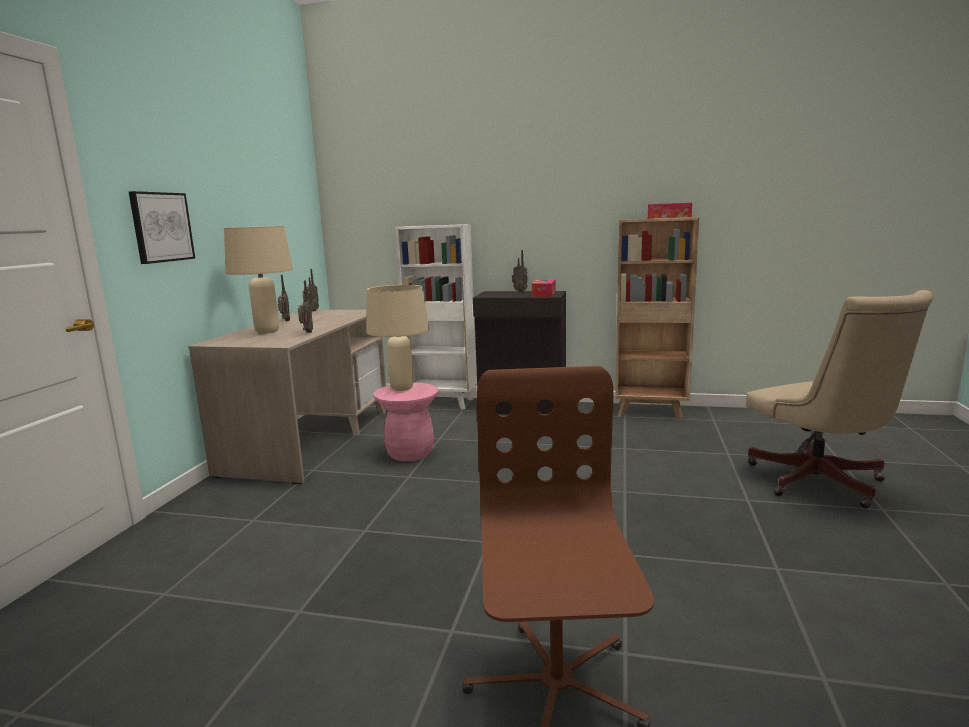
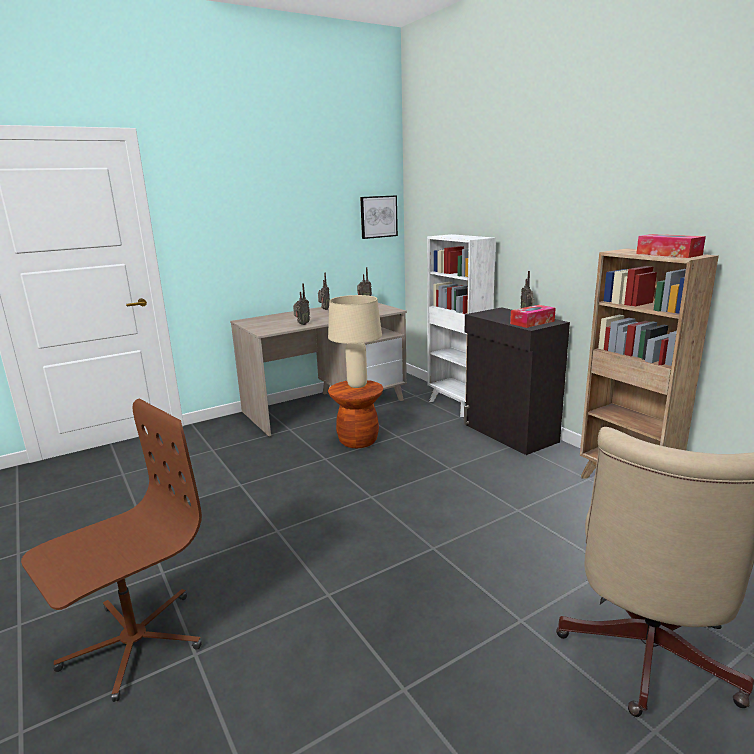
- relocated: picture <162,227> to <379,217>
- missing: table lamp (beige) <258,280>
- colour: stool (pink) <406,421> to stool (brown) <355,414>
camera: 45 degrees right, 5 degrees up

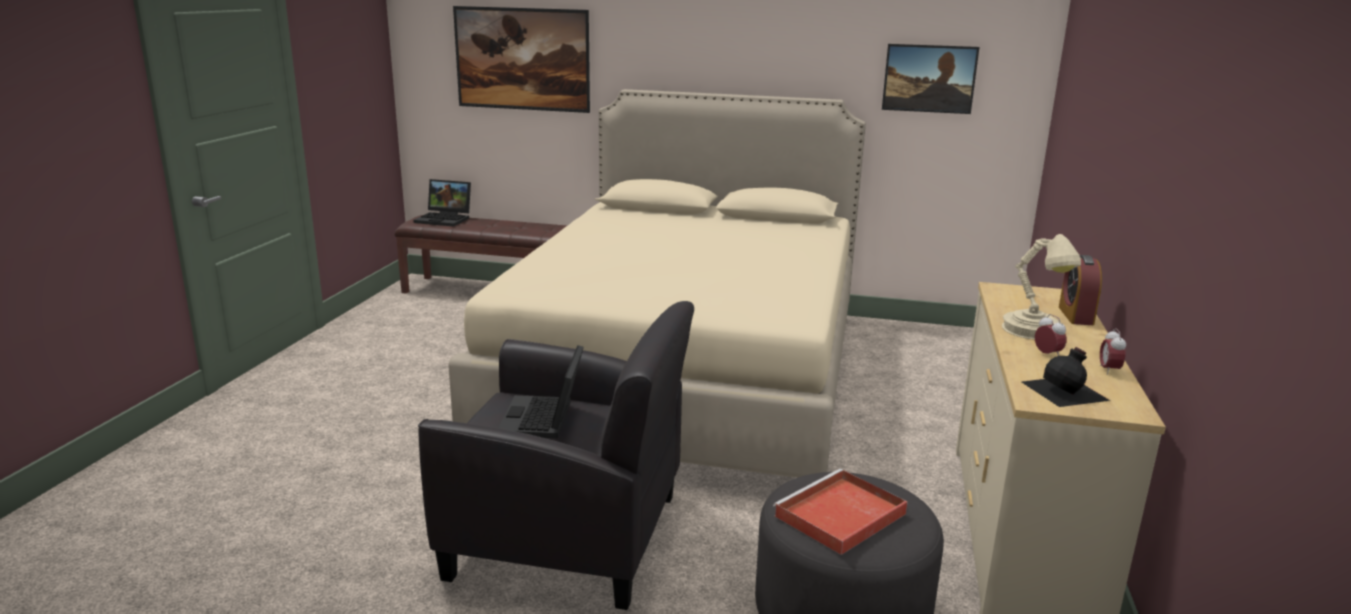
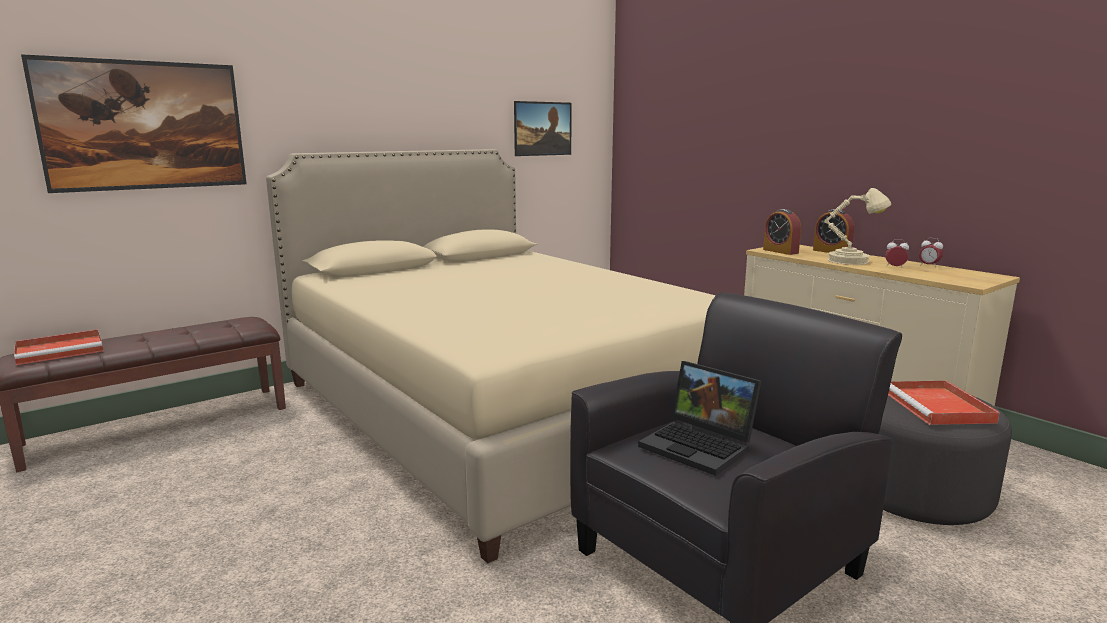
- exchanged: laptop <442,203> to tray (red) <58,347>
- missing: bottle (black) <1066,377>
- appeared: alarm clock <782,232>
camera: 50 degrees left, 5 degrees down

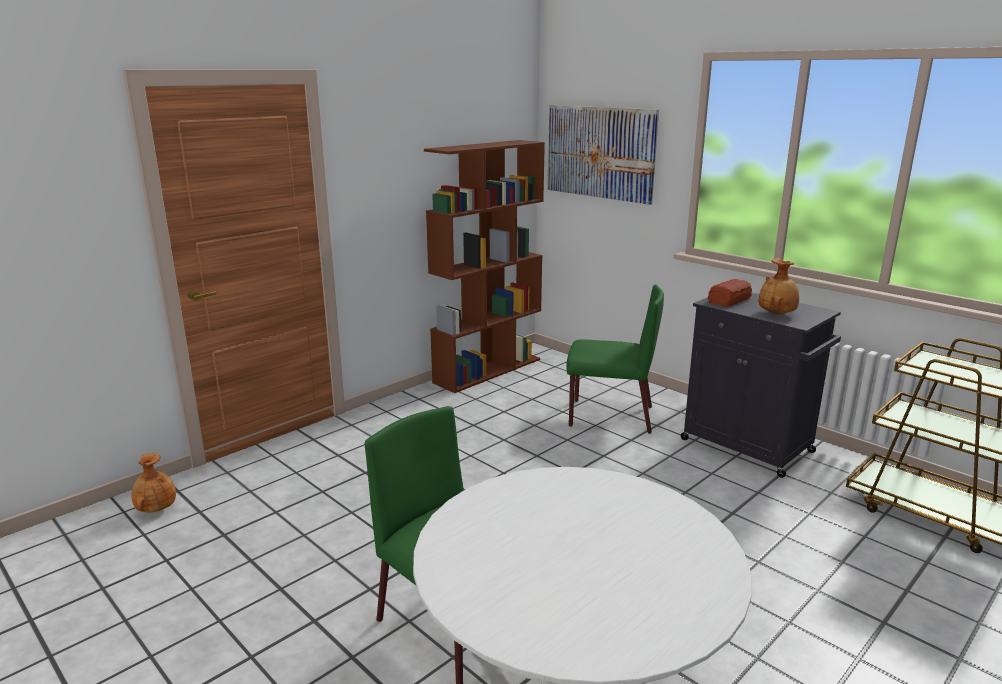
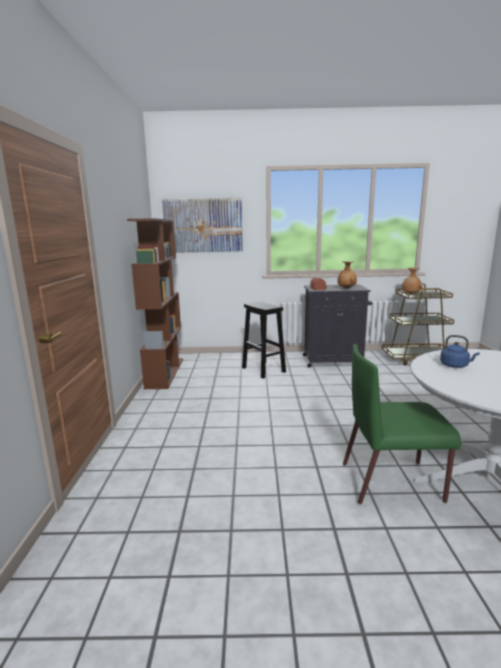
- exchanged: chair (green) <615,359> to stool (black) <264,340>
- relocated: vase (brown) <154,482> to <412,281>
- appeared: kettle (blue) <460,351>
camera: 45 degrees left, 5 degrees down

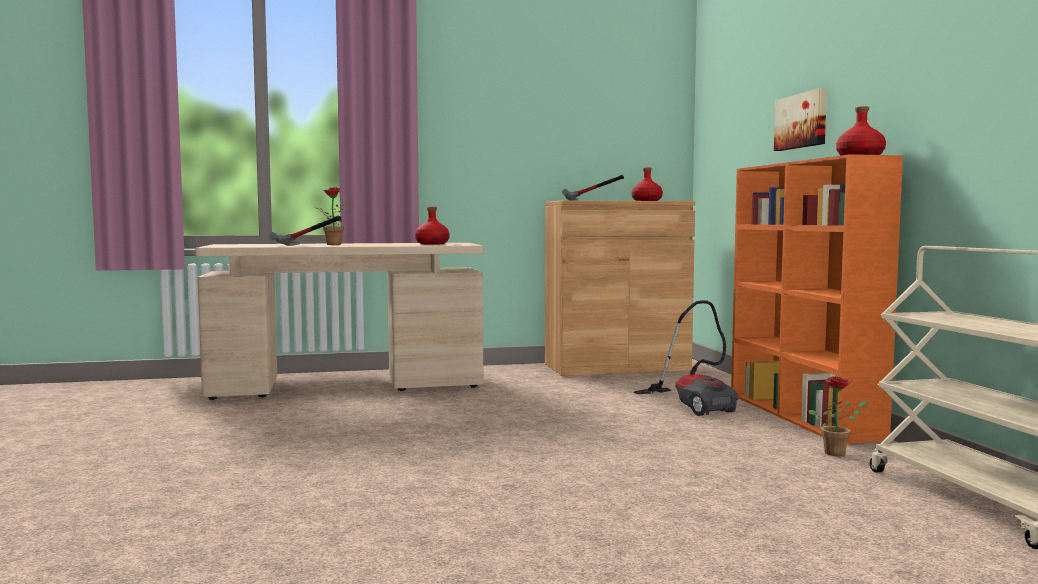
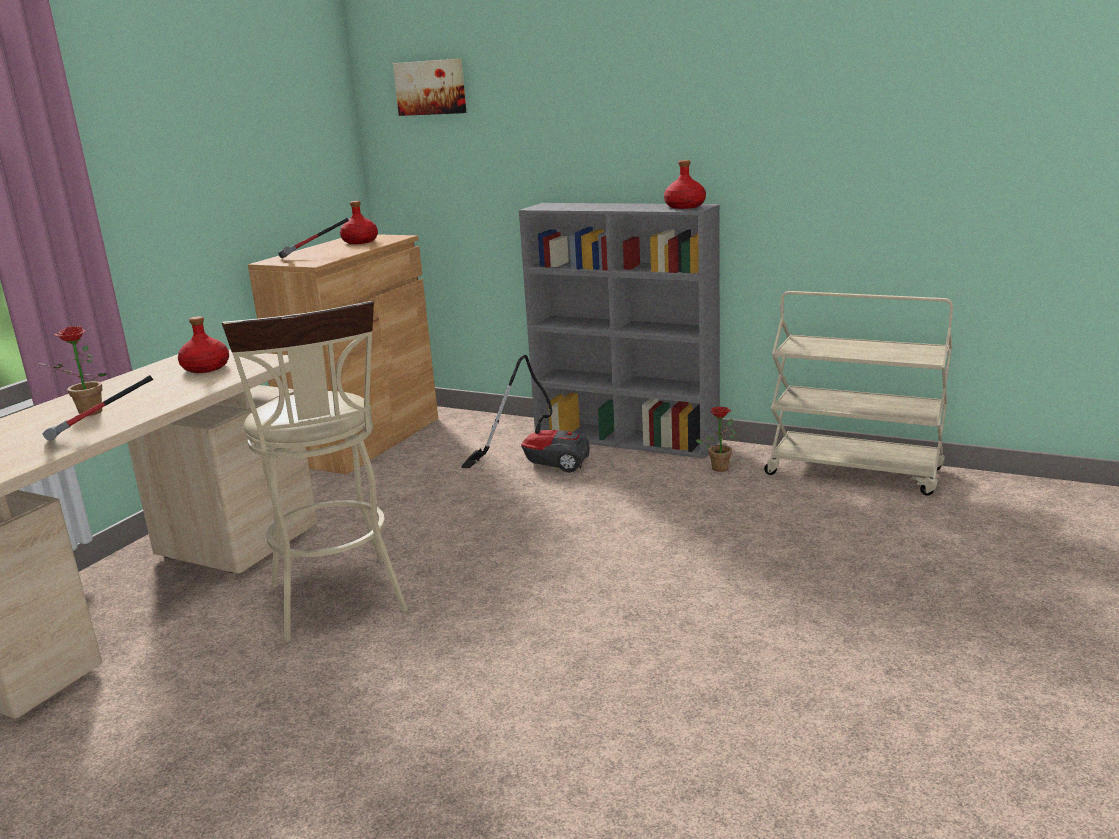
- relocated: picture <800,119> to <429,87>
- colour: bookcase (orange) <817,299> to bookcase (grey) <619,331>
- appeared: stool (beige) <315,471>
camera: 50 degrees left, 15 degrees up

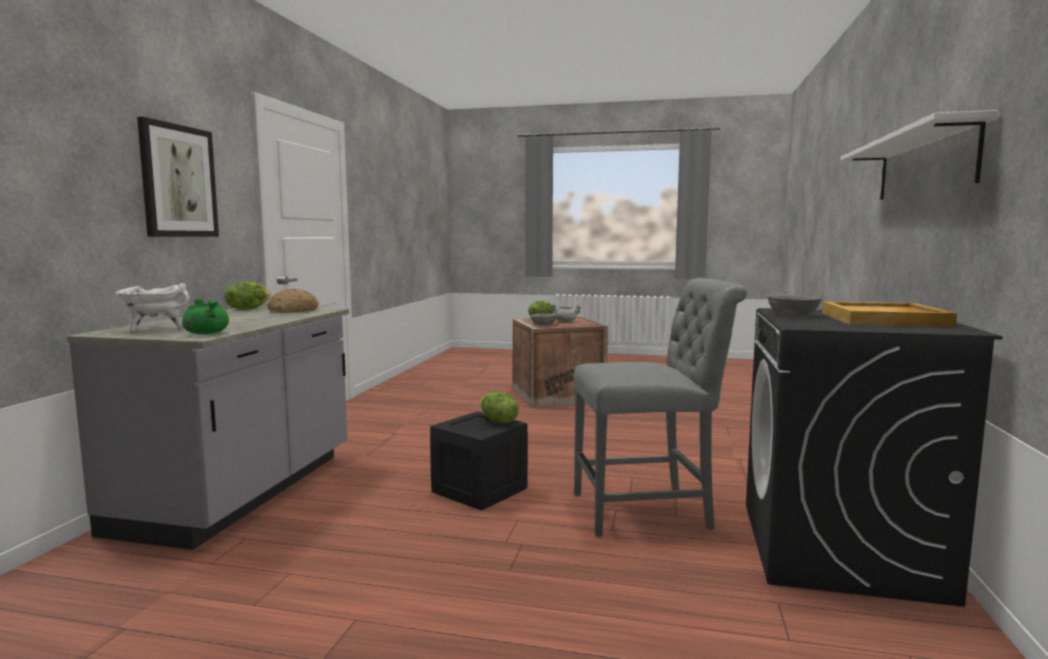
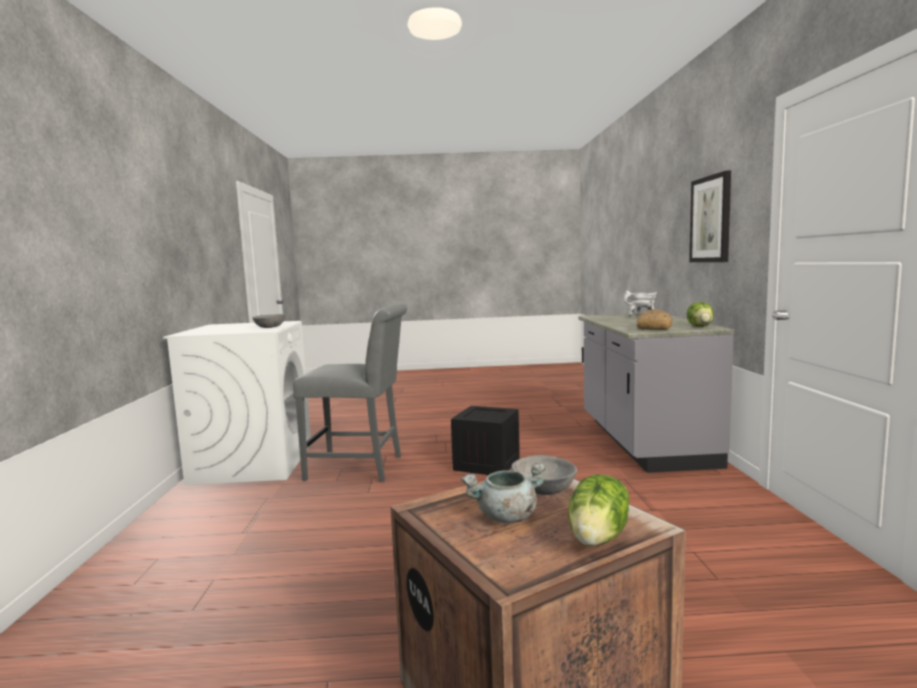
- missing: shelf (white) <919,155>
- spun: chair (grey) <660,407> = <350,393> 150 degrees counterclockwise
- missing: cooking pot (green) <205,316>
- missing: tray (beige) <889,314>
- colour: washing machine (black) <874,457> to washing machine (white) <237,403>
- missing: lettuce <499,407>
camera: 165 degrees right, 0 degrees up

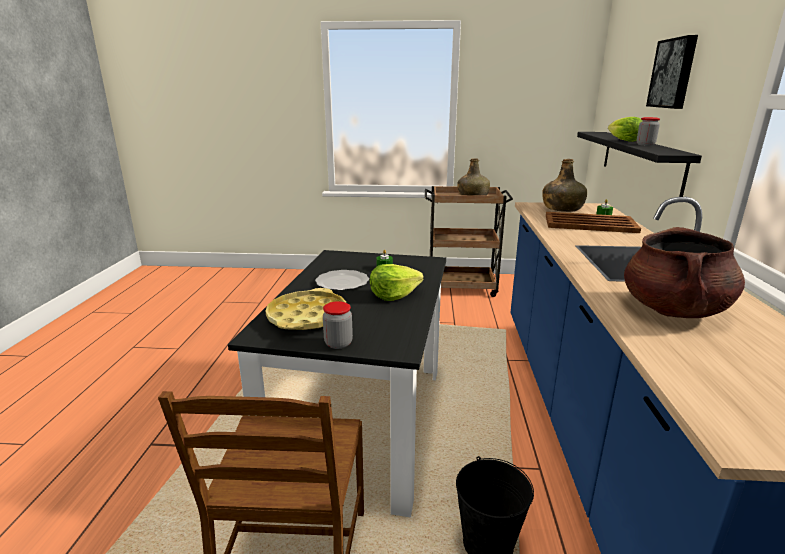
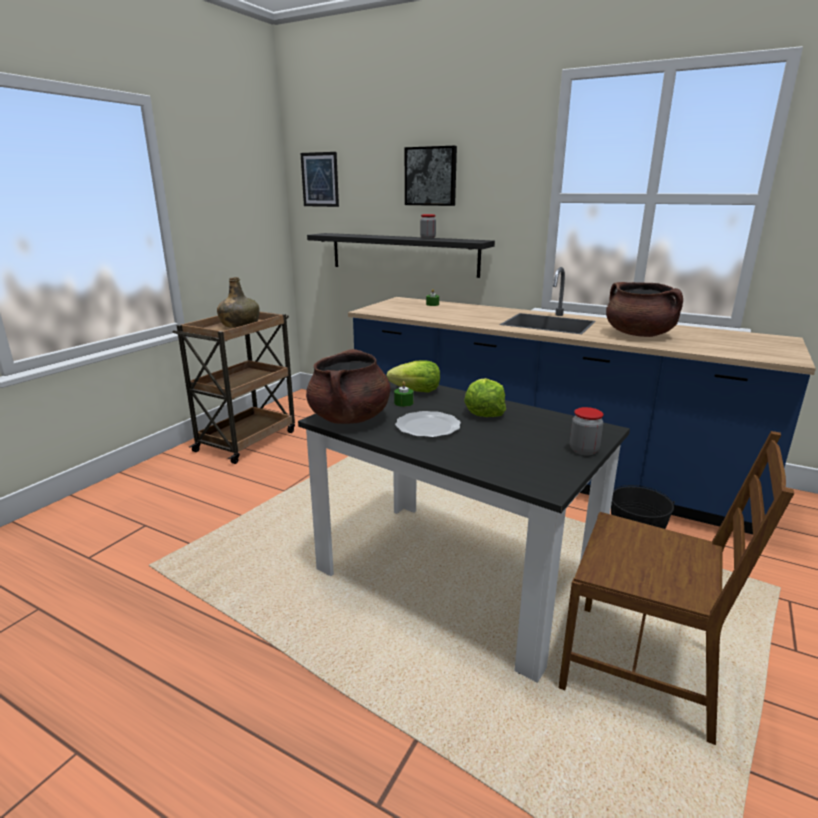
- relocated: lettuce <625,129> to <413,376>
- missing: bottle (green) <564,185>
- missing: tray (brown) <593,222>
- missing: tray (yellow) <305,309>
- appeared: picture <319,179>
- appeared: cooking pot (brown) <348,386>
camera: 65 degrees left, 0 degrees up

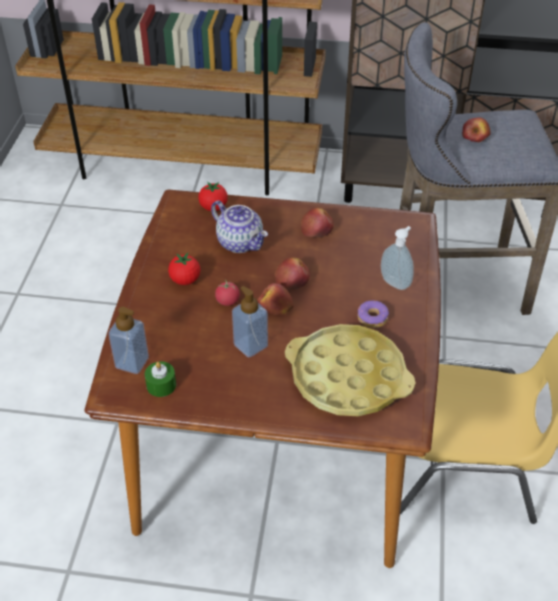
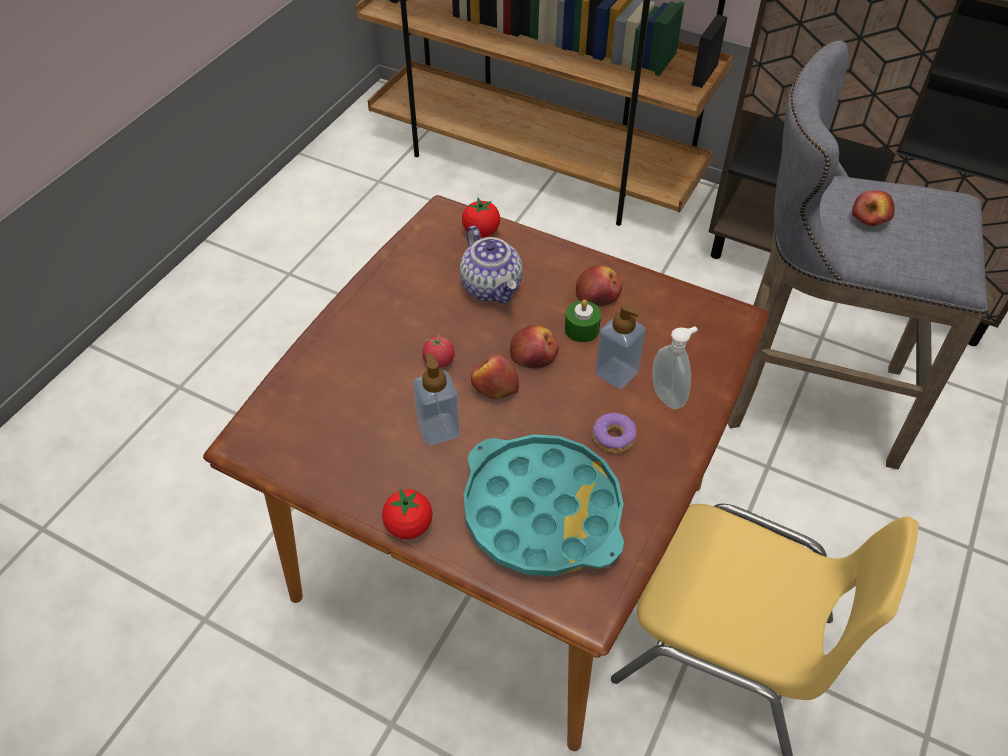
- relocated: tomato <184,269> to <407,514>
- relocated: soap dispenser <128,340> to <620,346>
- colour: tray (yellow) <350,370> to tray (turquoise) <543,505>
- relocated: candle (green) <160,379> to <583,321>
camera: 20 degrees right, 5 degrees up

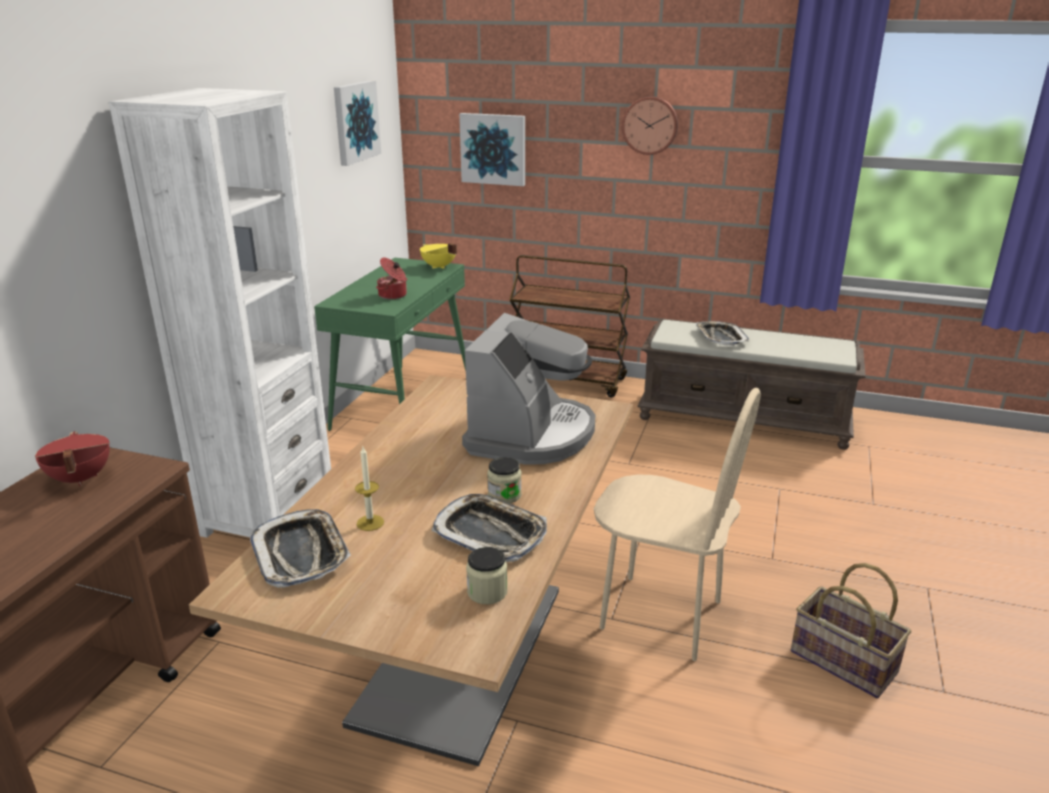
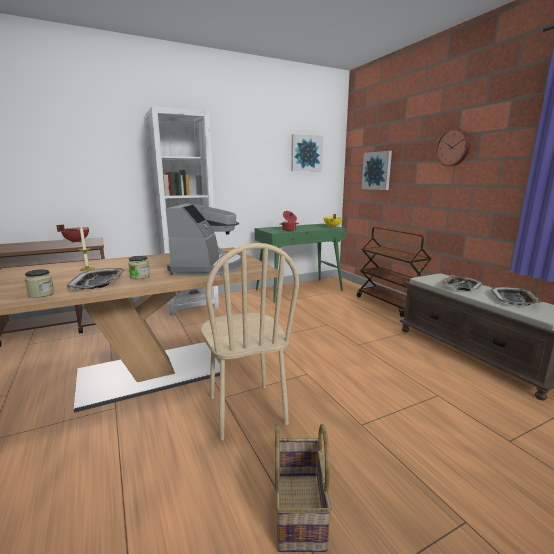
- spun: coffee machine <528,389> = <203,239> 60 degrees counterclockwise
- relocated: tray <300,548> to <516,296>
camera: 45 degrees right, 10 degrees down

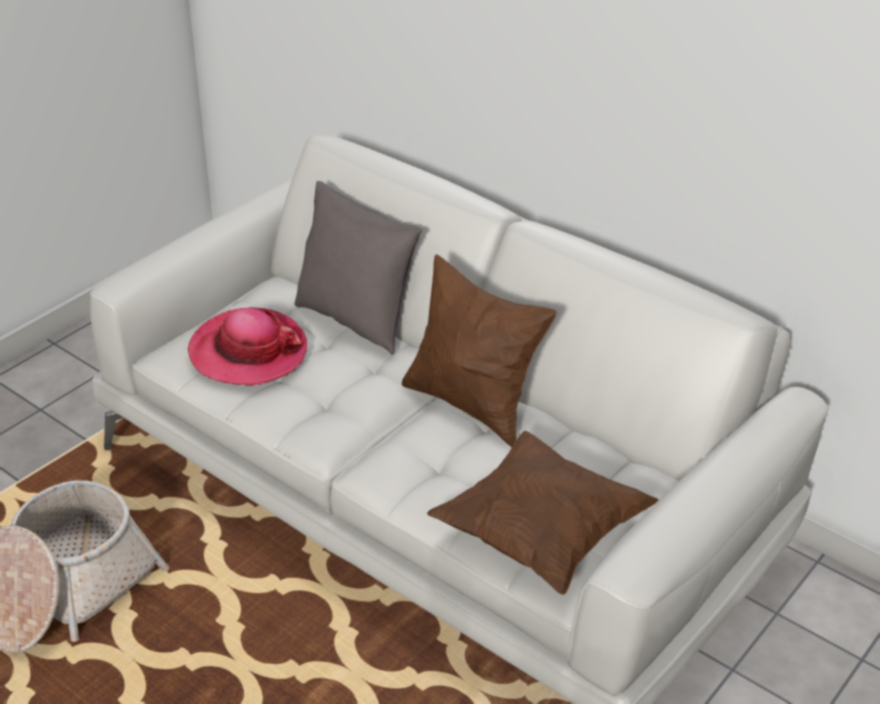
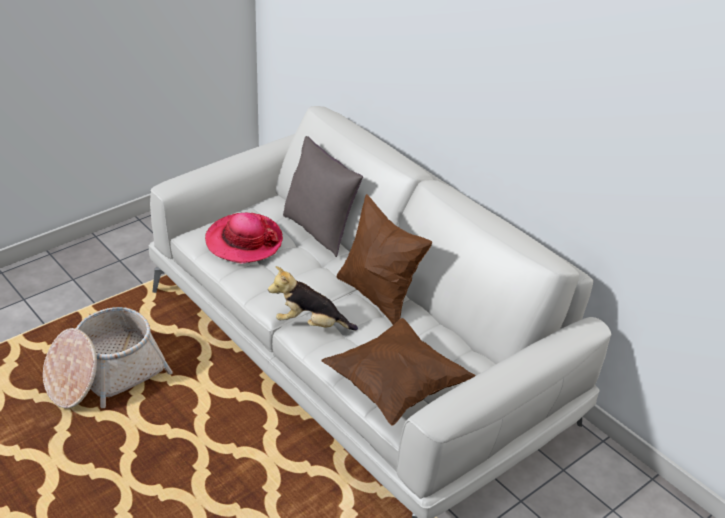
- appeared: plush toy <313,298>
camera: 10 degrees right, 0 degrees up

